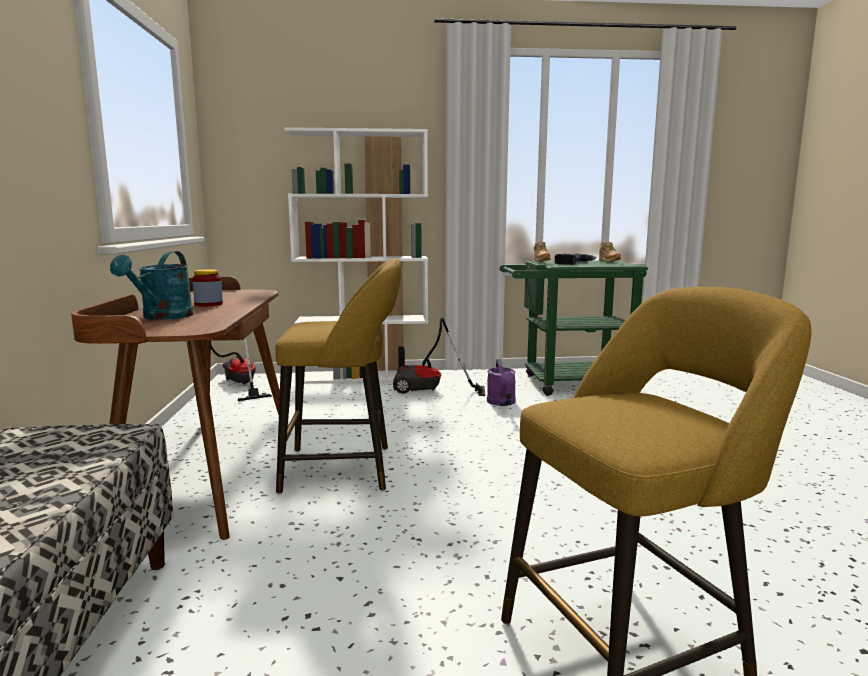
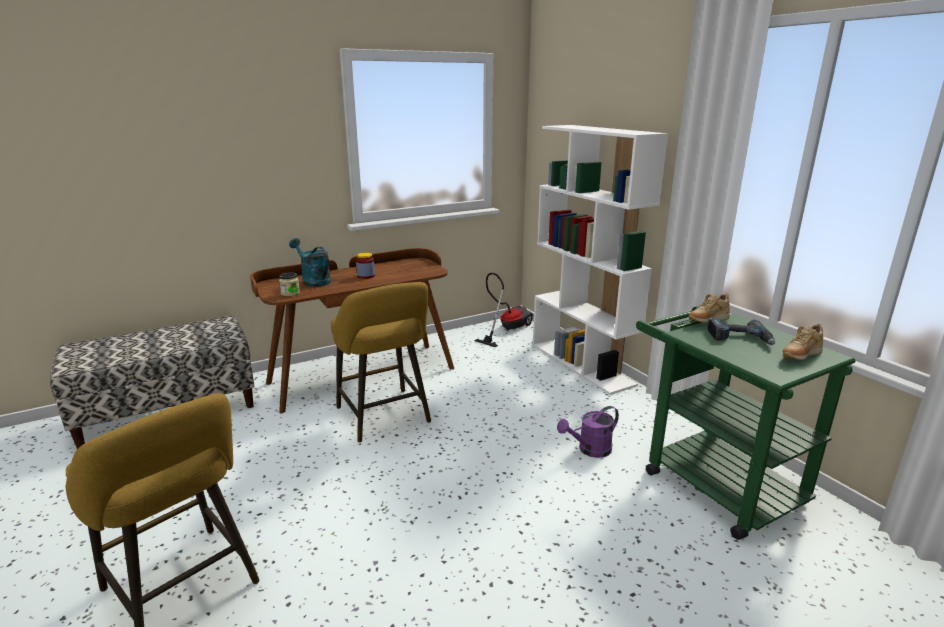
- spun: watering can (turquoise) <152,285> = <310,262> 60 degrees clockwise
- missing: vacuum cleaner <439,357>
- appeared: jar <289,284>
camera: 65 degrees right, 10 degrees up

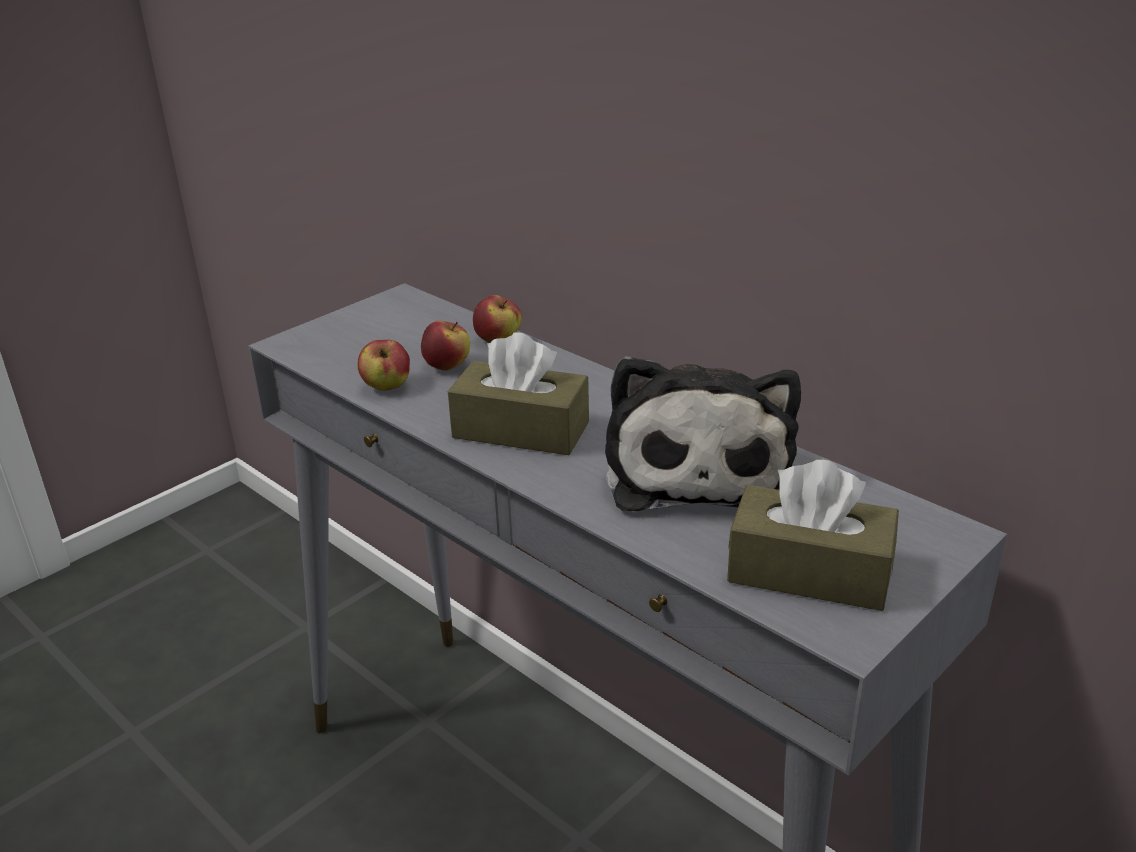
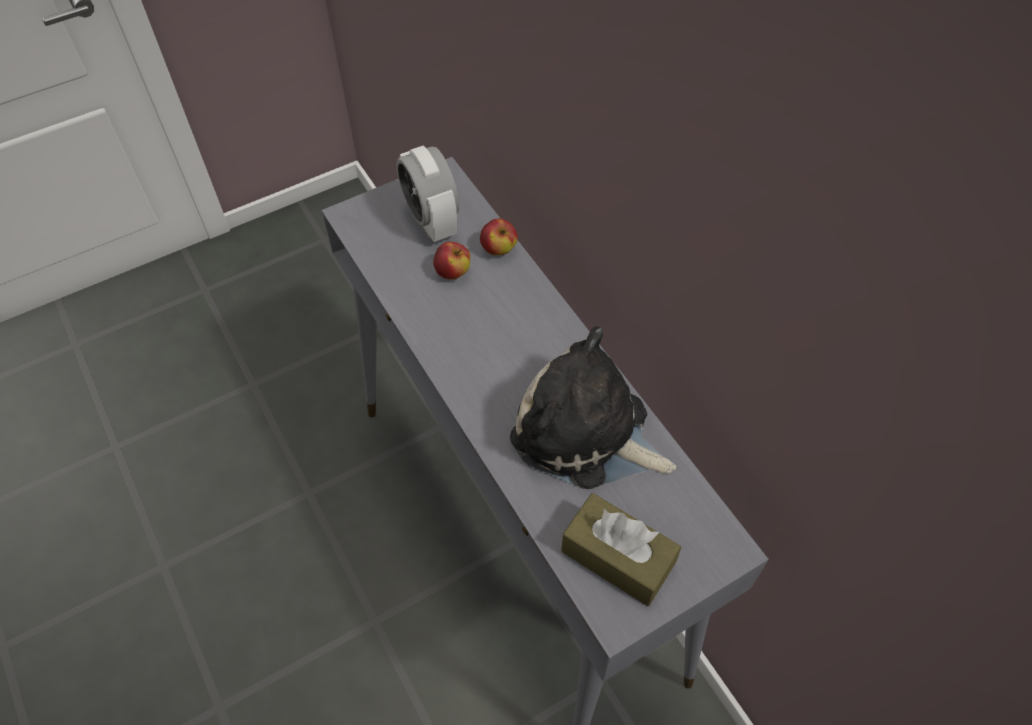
- missing: tissue box (brown) <518,393>
- missing: apple <384,365>
- spun: plush toy <703,433> = <593,407> 105 degrees clockwise
- appeared: alarm clock <427,194>
camera: 15 degrees right, 25 degrees up

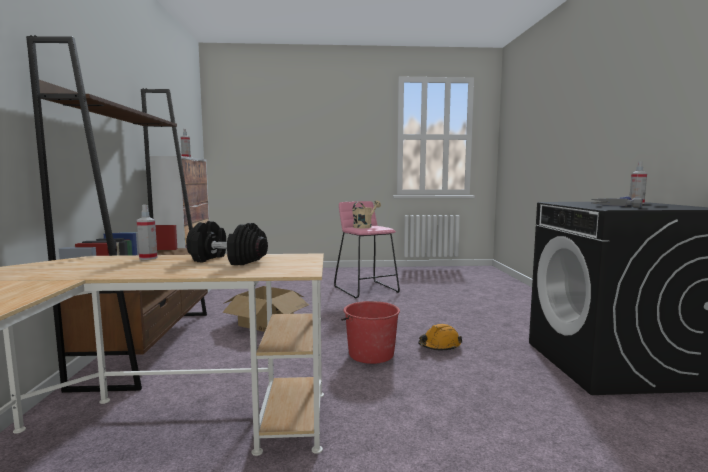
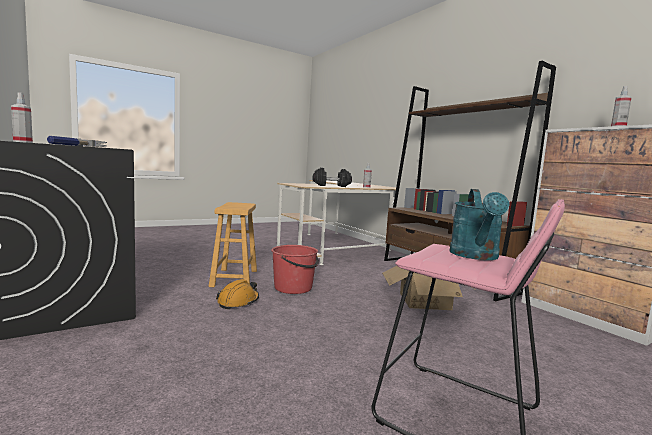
- colour: watering can (beige) <366,214> to watering can (turquoise) <479,224>
- appeared: stool (brown) <233,244>
camera: 150 degrees right, 0 degrees up

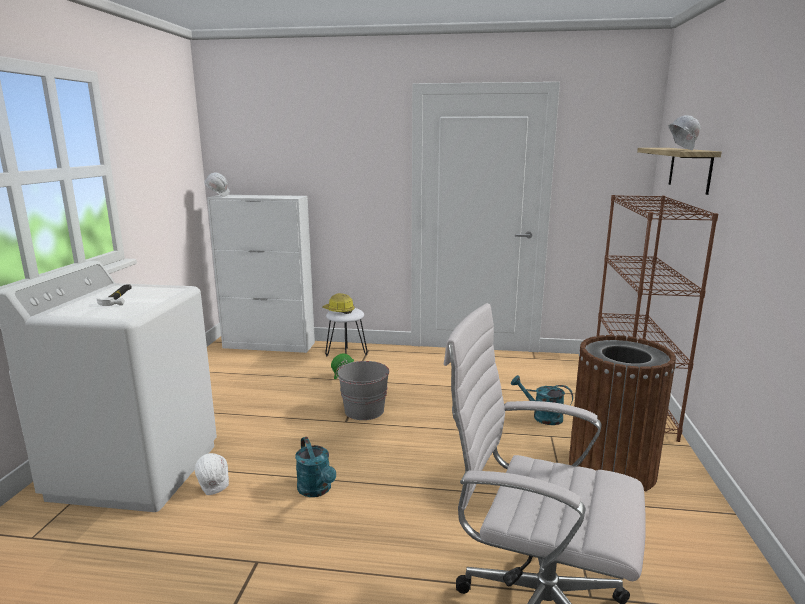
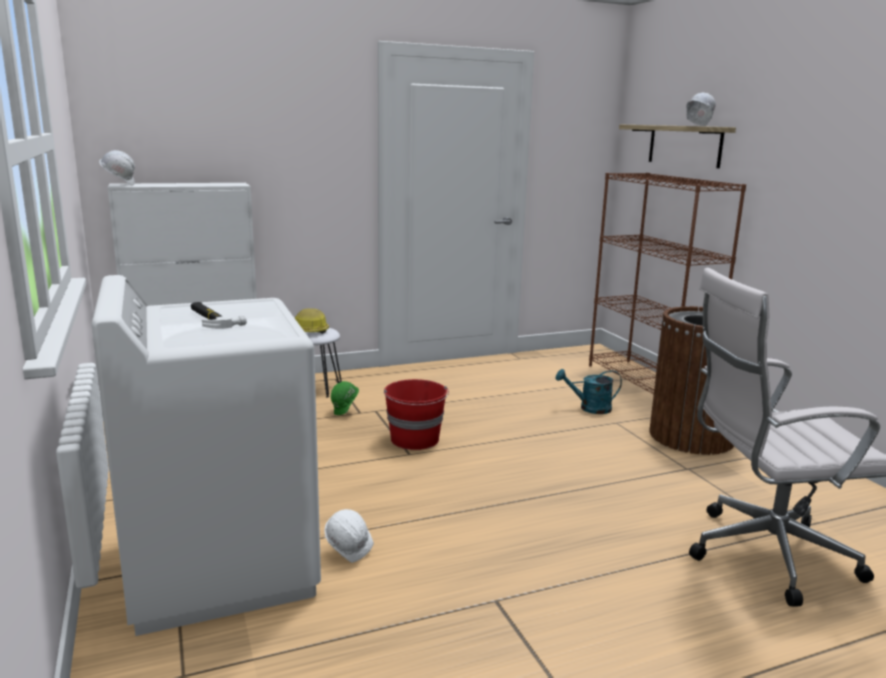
- colour: bucket (grey) <362,390> to bucket (red) <416,414>
- missing: watering can (turquoise) <315,467>
camera: 30 degrees left, 0 degrees up

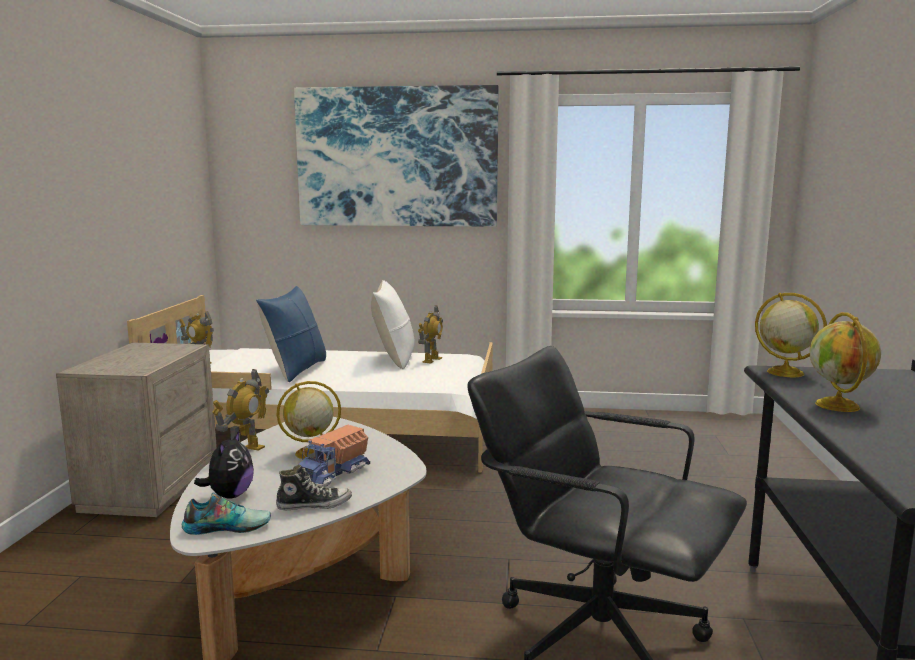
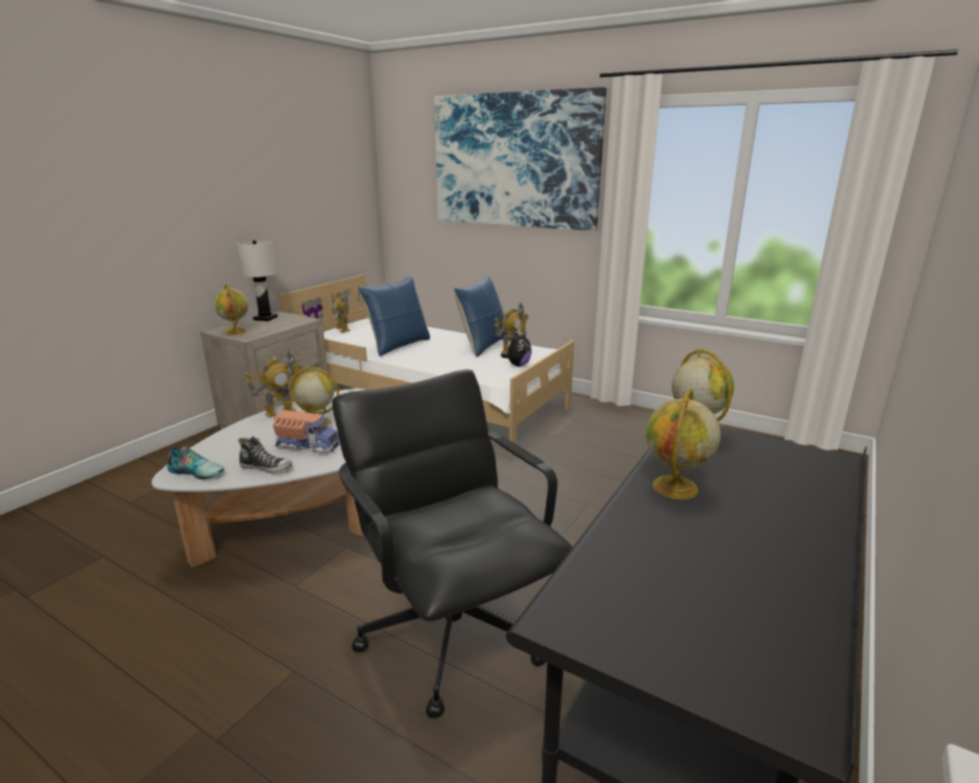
- colour: pillow (white) <393,324> to pillow (blue) <481,316>
- spun: toy truck <334,456> = <306,431> 135 degrees counterclockwise
- relocated: plush toy <224,465> to <516,348>
- appeared: table lamp (white) <257,280>
- appeared: globe <231,309>
camera: 25 degrees right, 10 degrees up

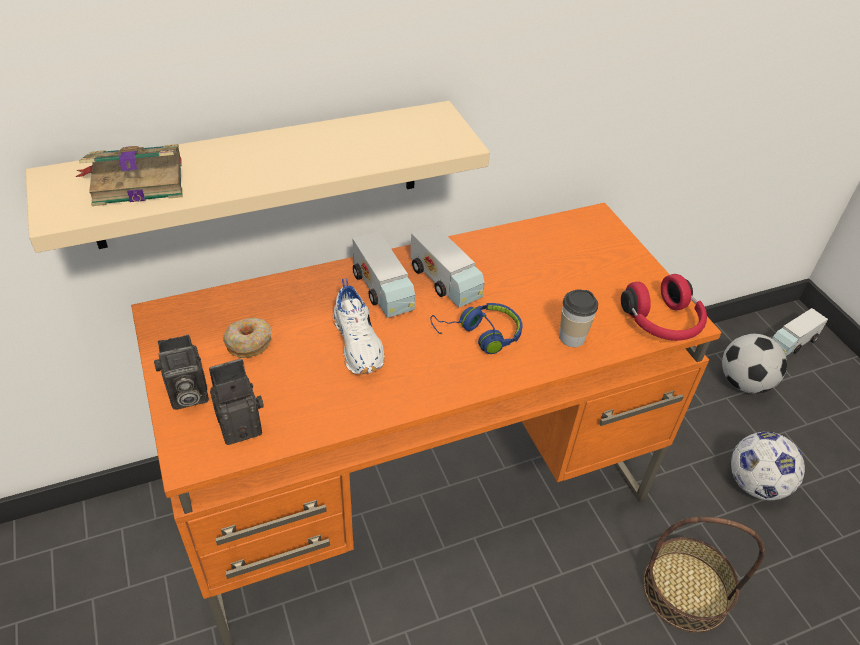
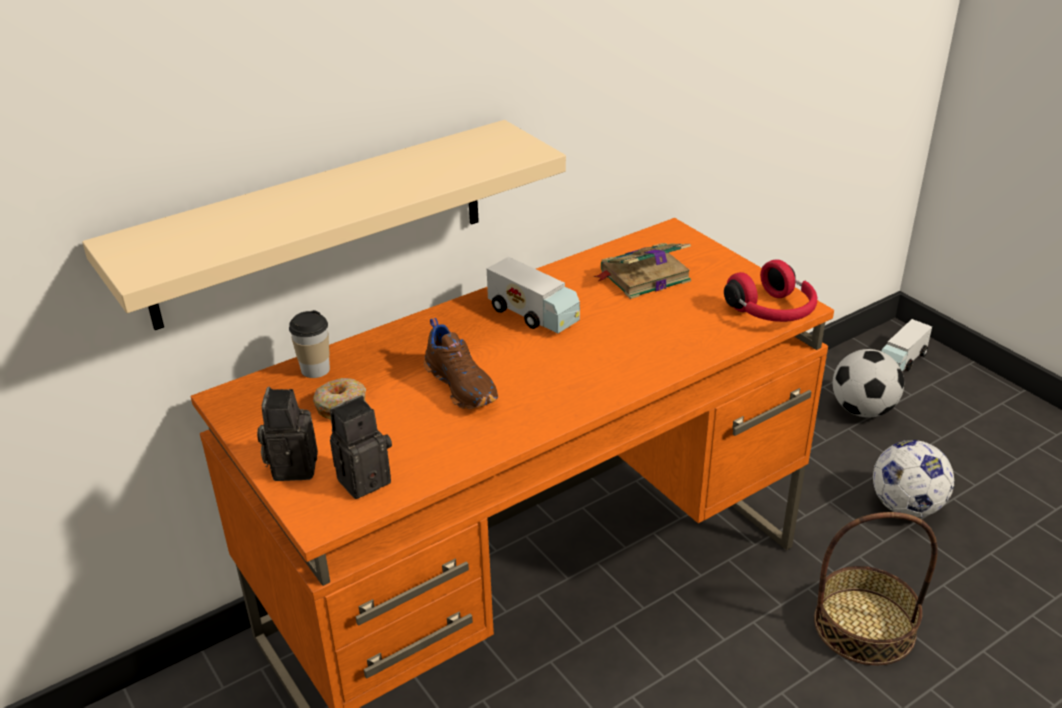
- relocated: book <129,175> to <642,271>
- missing: toy truck <383,274>
- colour: shoe (white) <359,327> to shoe (brown) <461,364>
- relocated: cup <578,318> to <309,344>
- missing: headphones (blue) <476,328>
- spun: photo camera <181,372> = <287,434> 120 degrees clockwise
camera: 10 degrees left, 10 degrees down

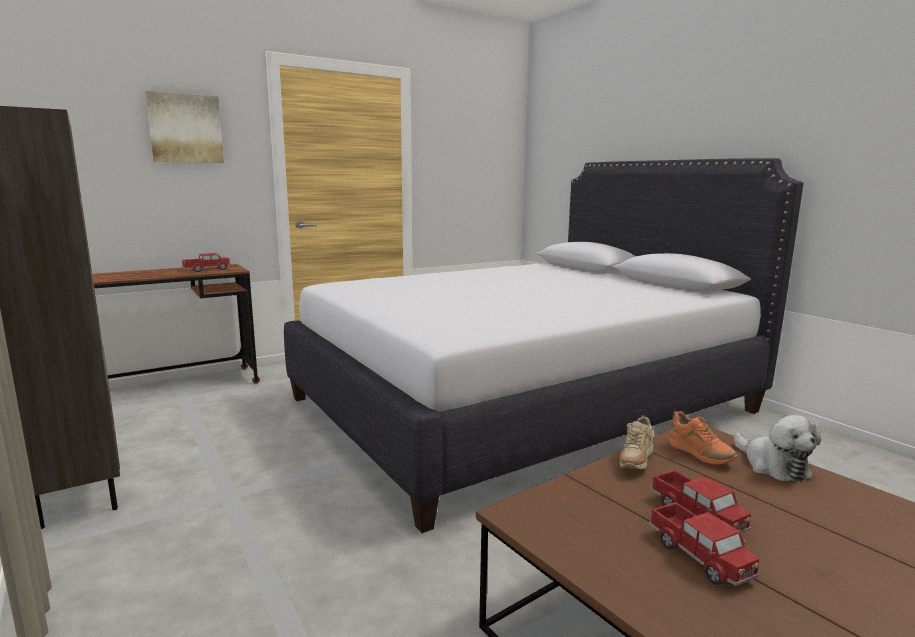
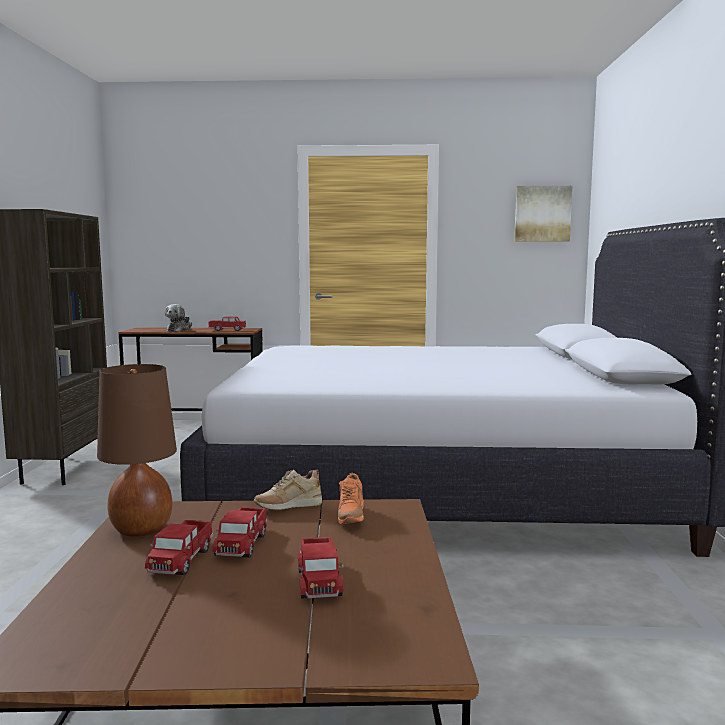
- relocated: picture <184,127> to <543,214>
- relocated: plush toy <777,449> to <178,318>
- appeared: table lamp (brown) <137,450>
- appeared: toy truck <320,568>
camera: 35 degrees right, 5 degrees down

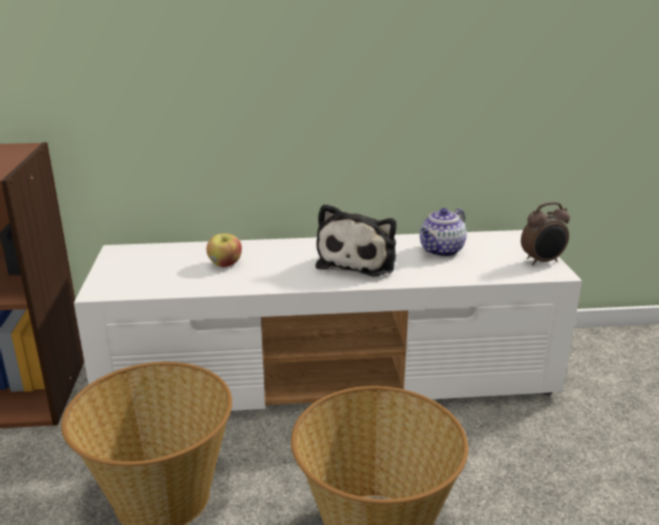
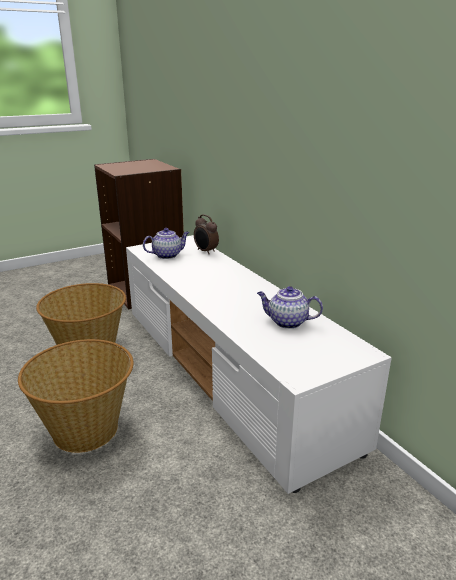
- relocated: alarm clock <545,233> to <206,234>
- missing: plush toy <356,240>
- missing: apple <224,250>
- appeared: teapot <166,243>
camera: 65 degrees right, 0 degrees up

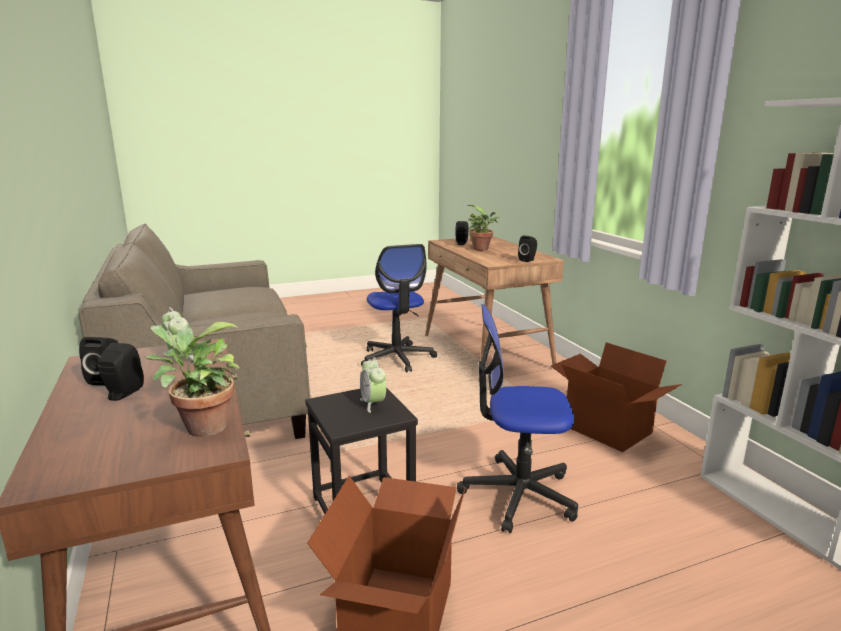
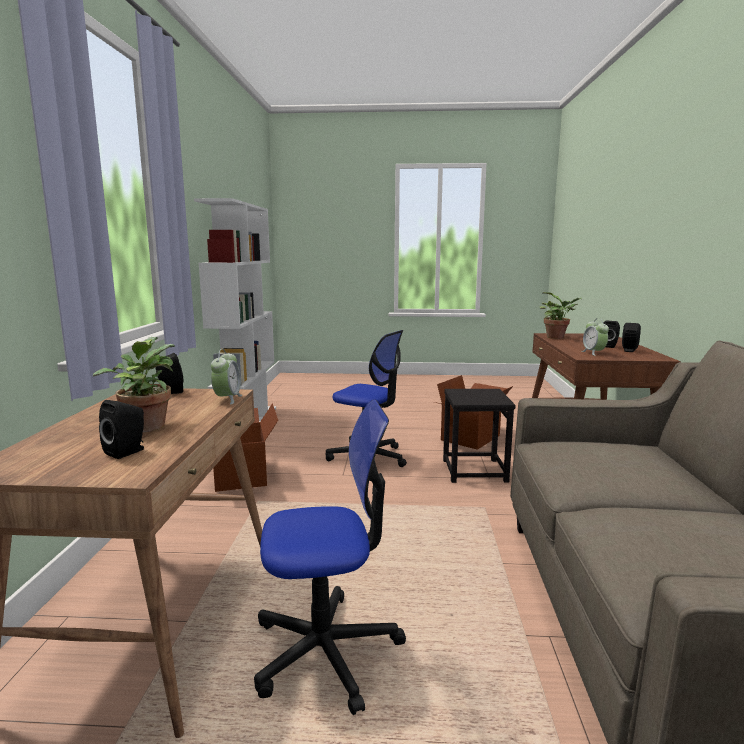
- spun: office chair <399,308> = <330,557> 75 degrees clockwise
- relocated: alarm clock <373,385> to <226,377>
camera: 155 degrees left, 5 degrees down

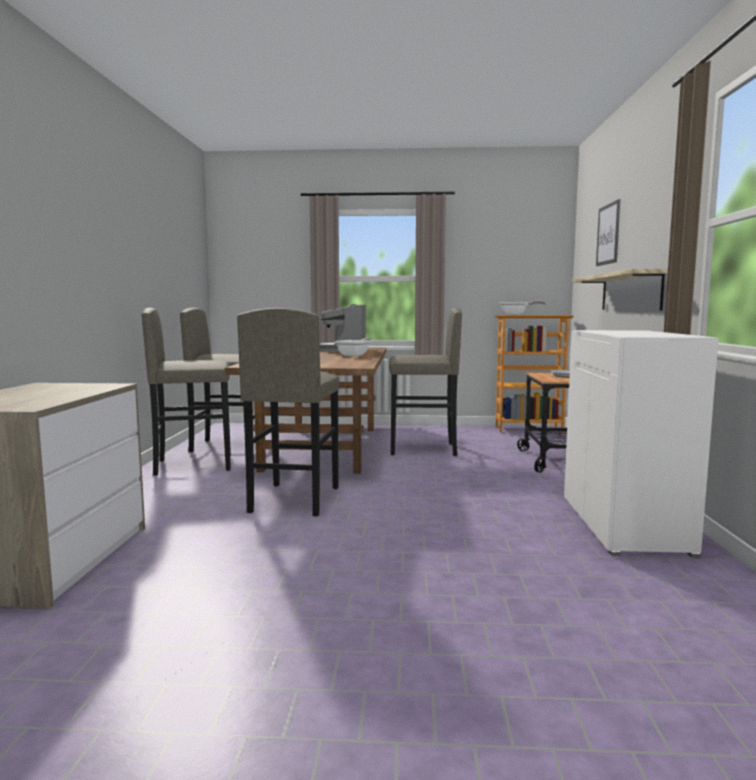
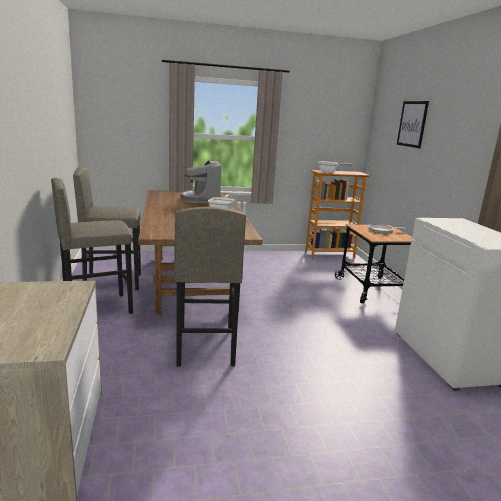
- missing: shelf <620,290>
- missing: stool (grey) <425,382>
camera: 15 degrees left, 10 degrees up

